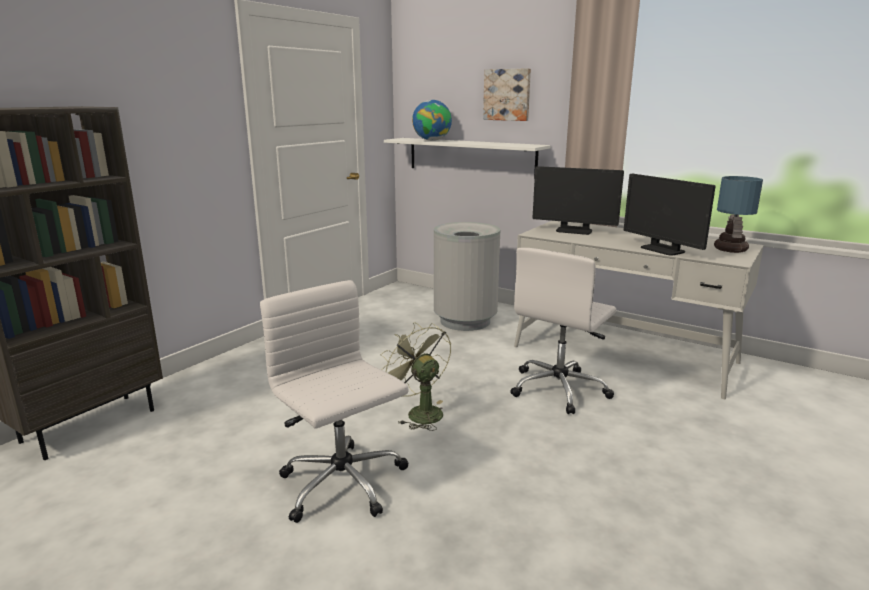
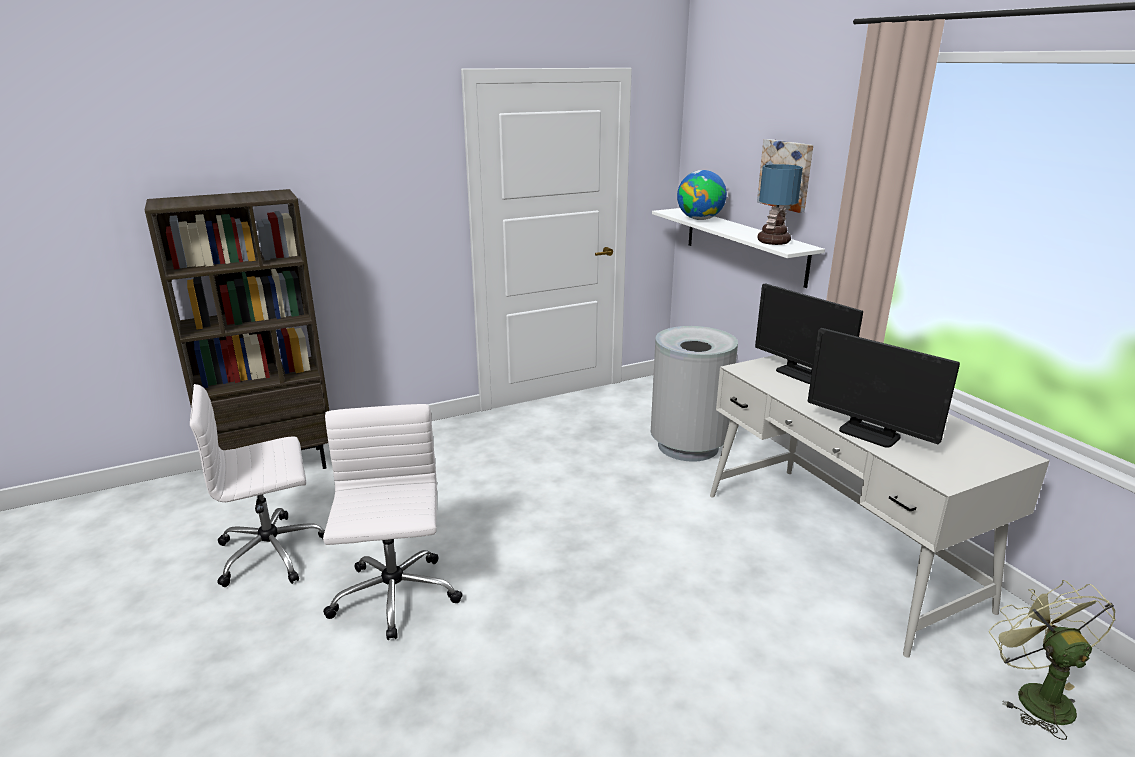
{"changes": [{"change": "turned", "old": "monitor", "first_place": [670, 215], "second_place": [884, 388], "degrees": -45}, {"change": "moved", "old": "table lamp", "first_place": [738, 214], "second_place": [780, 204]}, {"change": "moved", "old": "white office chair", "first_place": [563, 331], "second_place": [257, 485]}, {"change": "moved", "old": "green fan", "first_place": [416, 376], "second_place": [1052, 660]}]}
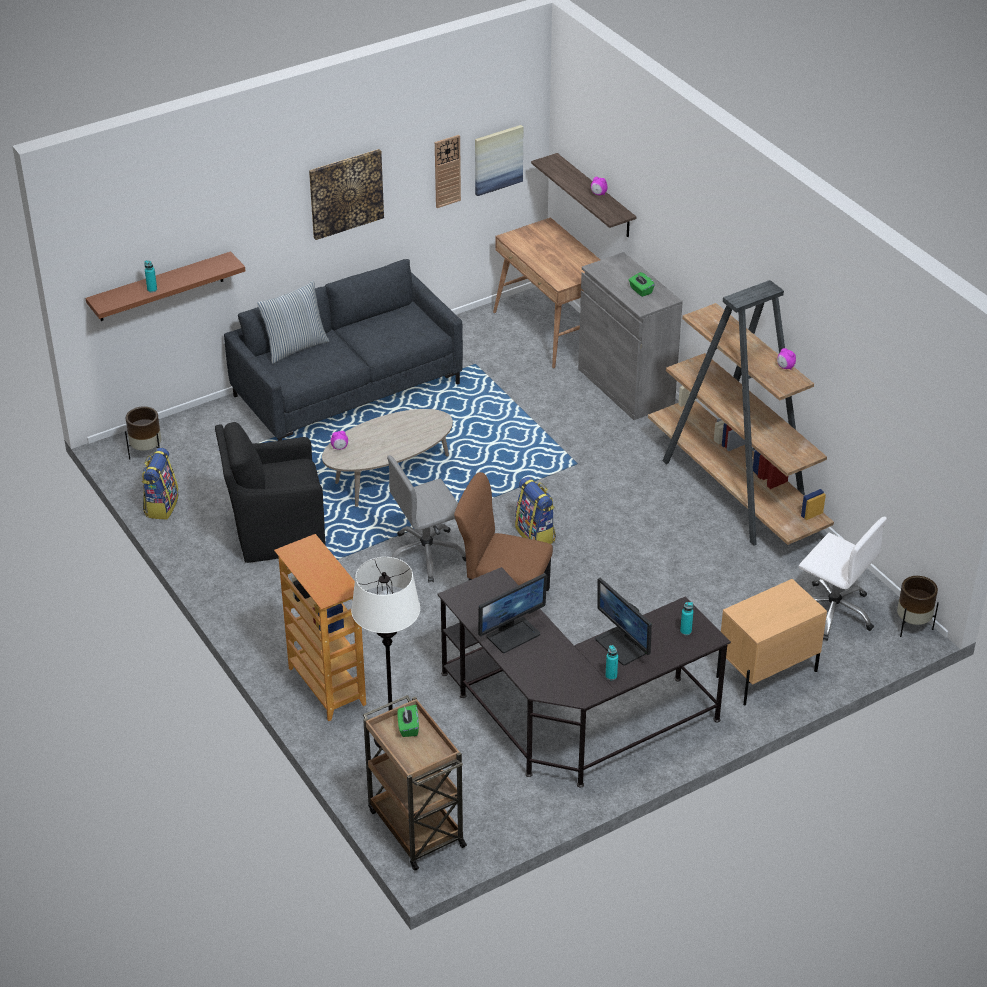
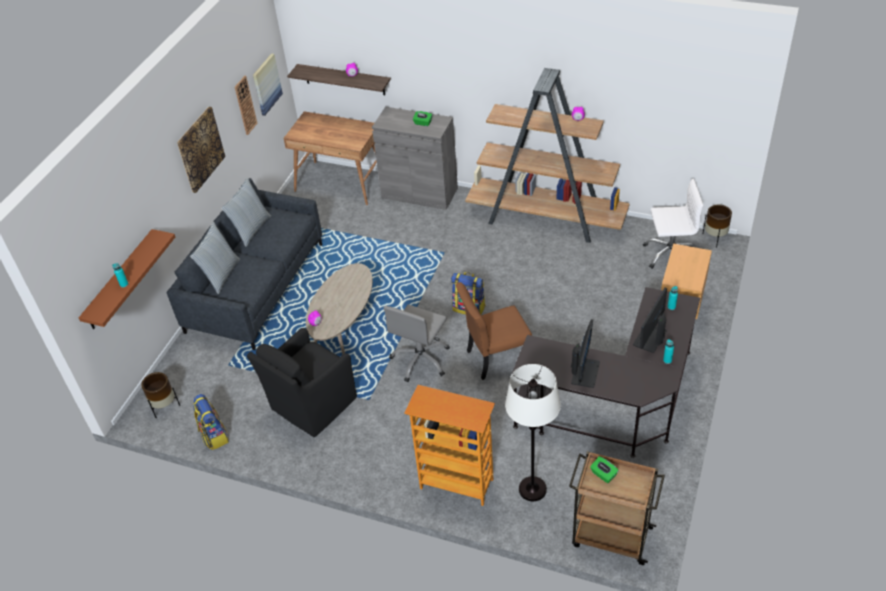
{"changes": [{"change": "turned", "old": "monitor", "first_place": [623, 622], "second_place": [650, 320], "degrees": 105}, {"change": "added", "new": "pillow", "second_place": [246, 212]}]}
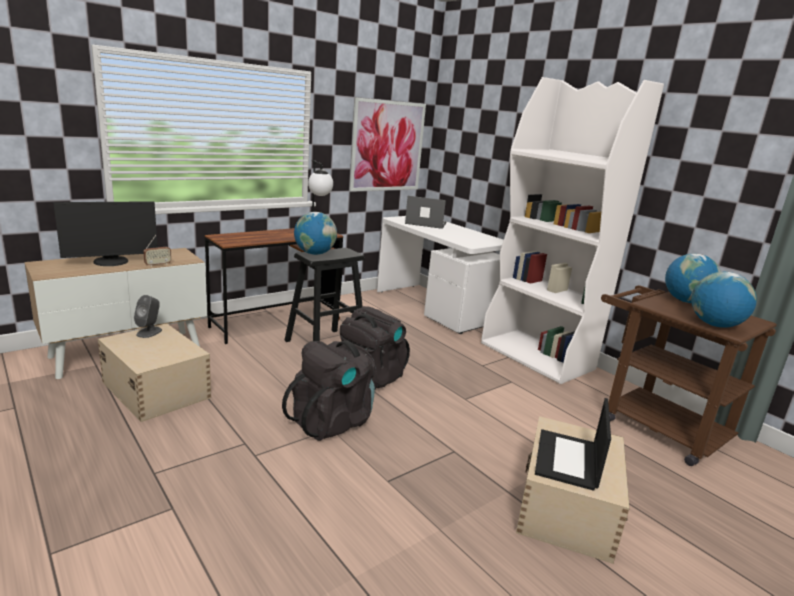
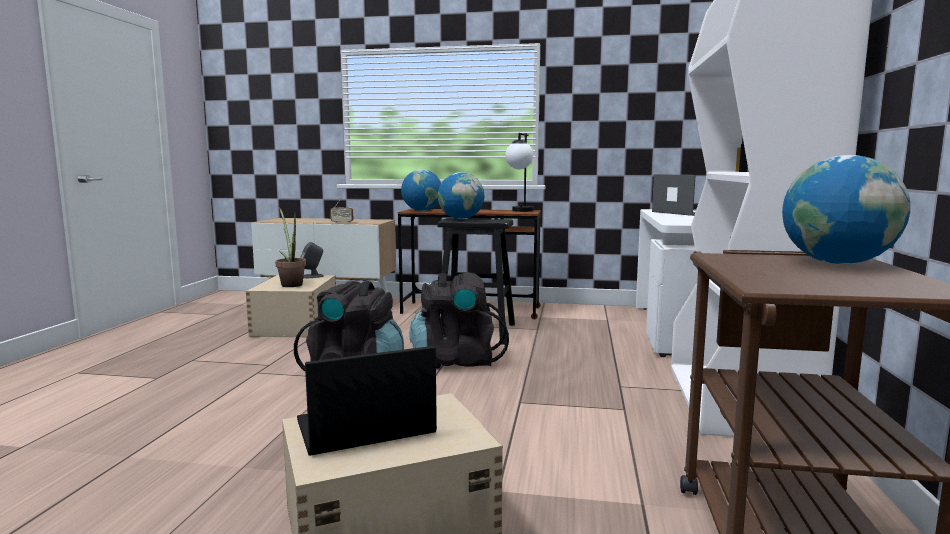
{"changes": [{"change": "removed", "old": "picture", "first_place": [387, 144]}, {"change": "removed", "old": "monitor", "first_place": [105, 233]}, {"change": "moved", "old": "globe", "first_place": [724, 300], "second_place": [421, 190]}, {"change": "added", "new": "potted plant", "second_place": [290, 247]}]}
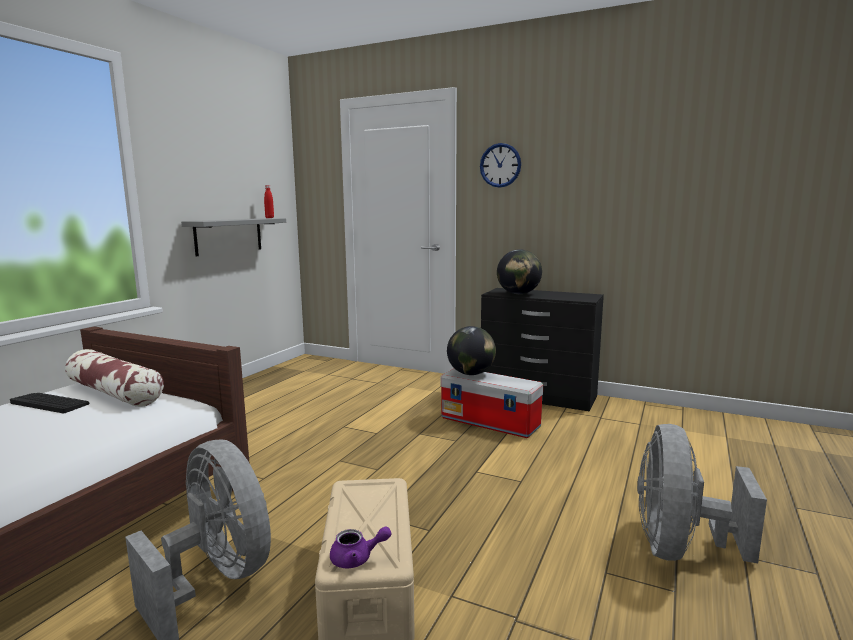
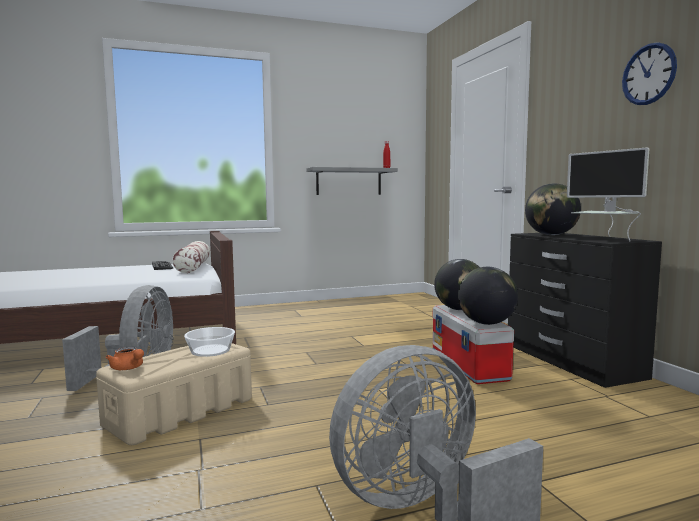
{"changes": [{"change": "moved", "old": "wall clock", "first_place": [500, 165], "second_place": [649, 73]}, {"change": "recoloured", "old": "purple teapot", "new": "orange teapot", "first_place": [360, 547], "second_place": [125, 358]}, {"change": "added", "new": "monitor", "second_place": [608, 194]}, {"change": "added", "new": "globe", "second_place": [488, 296]}, {"change": "added", "new": "bowl", "second_place": [209, 342]}]}
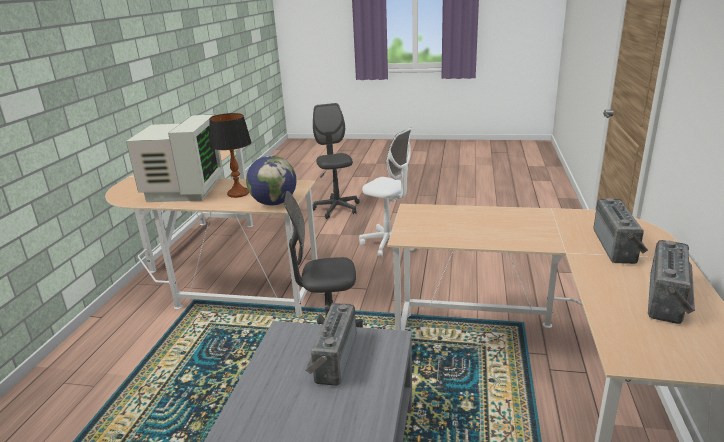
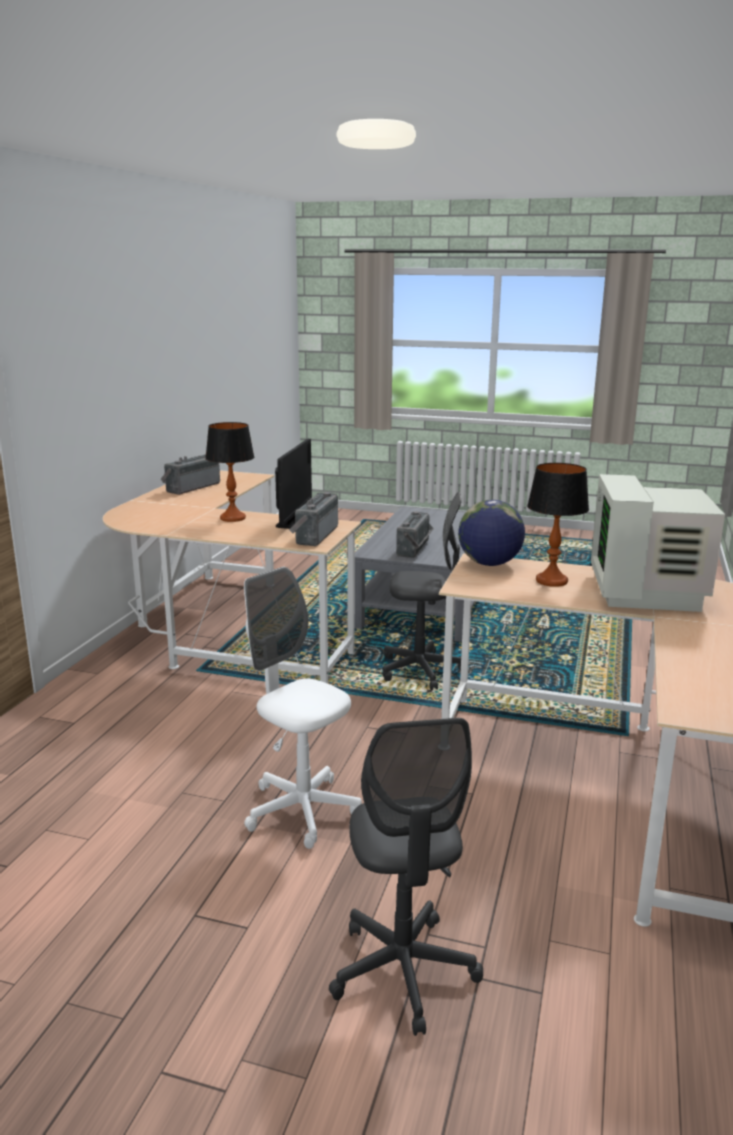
{"changes": [{"change": "moved", "old": "radio", "first_place": [620, 231], "second_place": [313, 519]}, {"change": "added", "new": "table lamp", "second_place": [229, 472]}, {"change": "added", "new": "monitor", "second_place": [293, 484]}]}
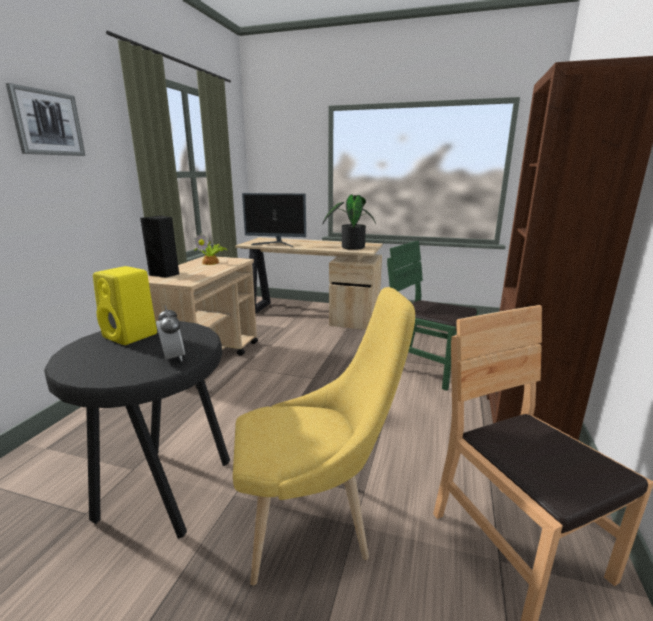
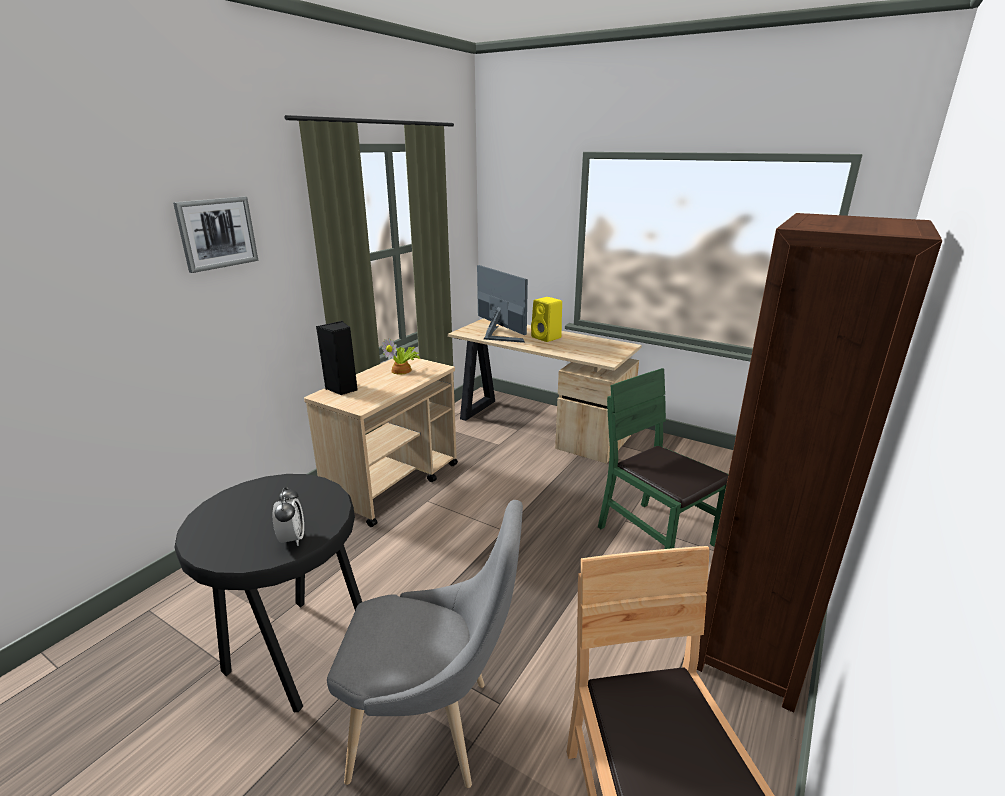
{"changes": [{"change": "turned", "old": "monitor", "first_place": [274, 220], "second_place": [502, 304], "degrees": -150}, {"change": "removed", "old": "potted plant", "first_place": [349, 222]}, {"change": "moved", "old": "yellow speaker", "first_place": [125, 305], "second_place": [546, 319]}, {"change": "recoloured", "old": "yellow chair", "new": "grey chair", "first_place": [324, 436], "second_place": [425, 644]}]}
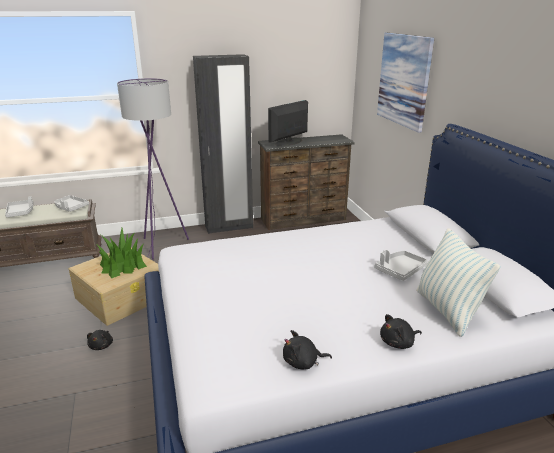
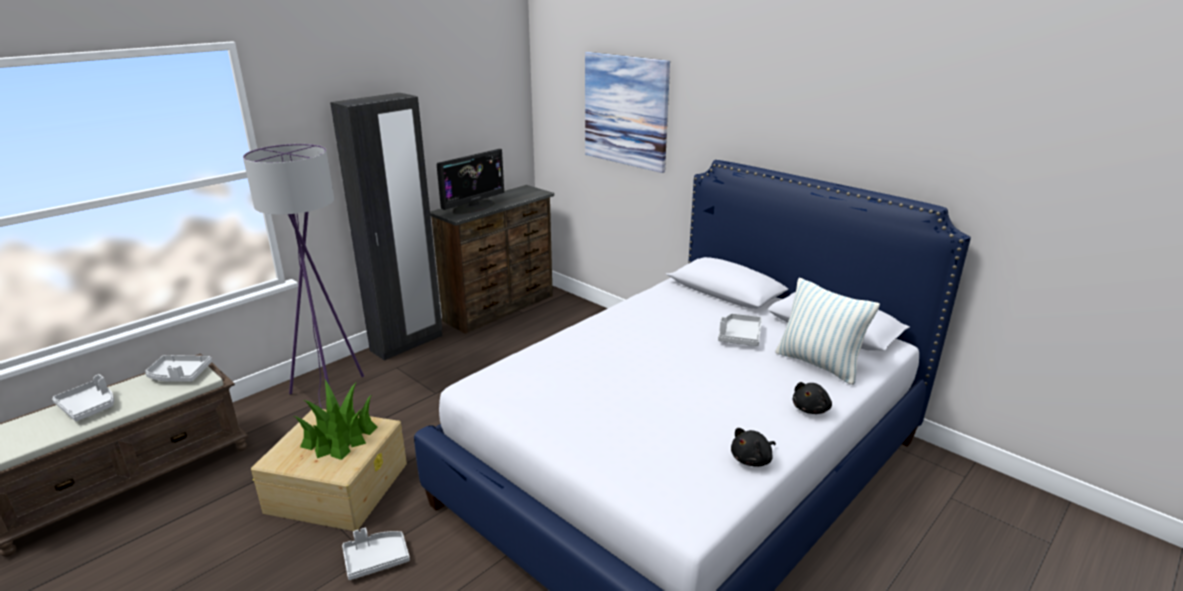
{"changes": [{"change": "turned", "old": "monitor", "first_place": [288, 123], "second_place": [470, 181], "degrees": -150}, {"change": "replaced", "old": "black plush toy", "new": "grey tray", "first_place": [100, 340], "second_place": [376, 554]}]}
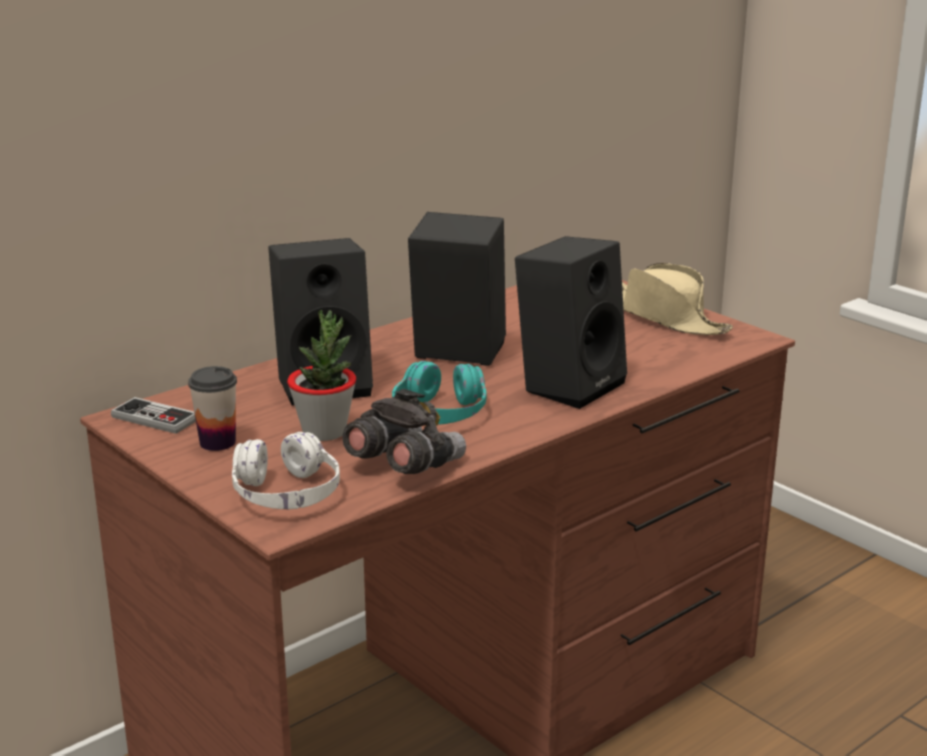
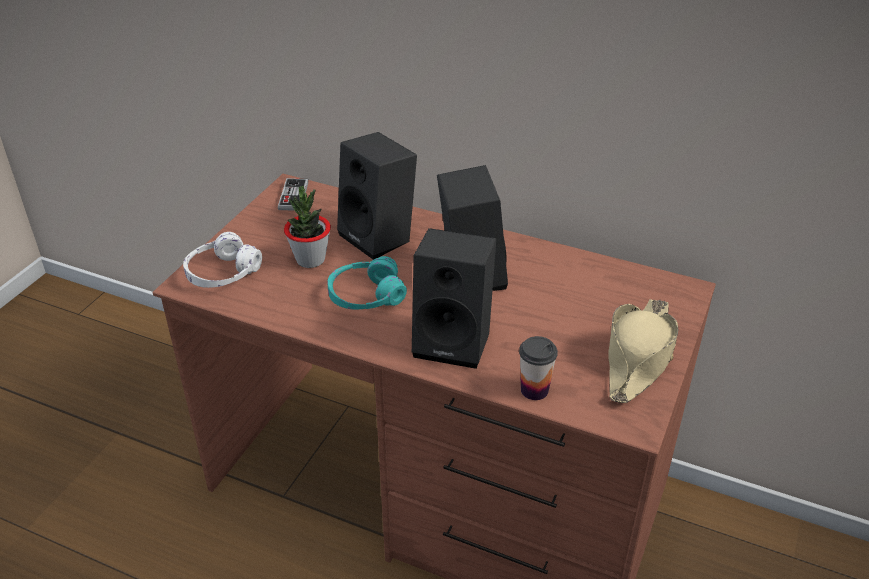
{"changes": [{"change": "moved", "old": "cup", "first_place": [212, 408], "second_place": [538, 368]}, {"change": "removed", "old": "grey binoculars", "first_place": [404, 431]}]}
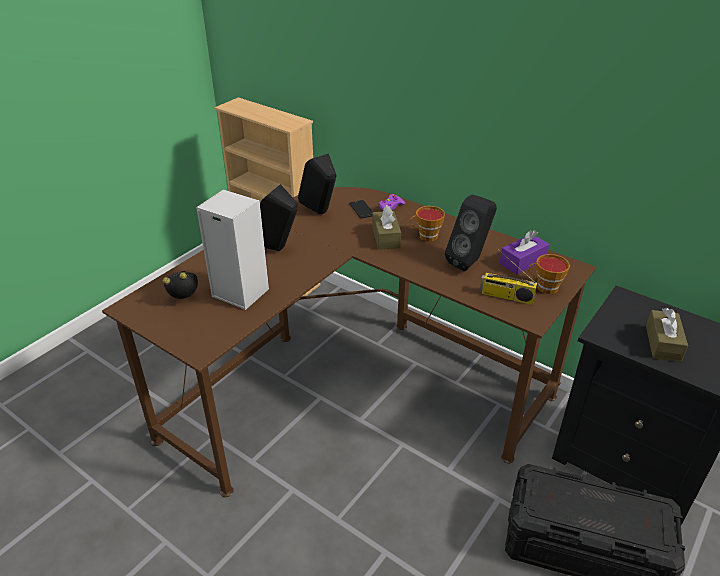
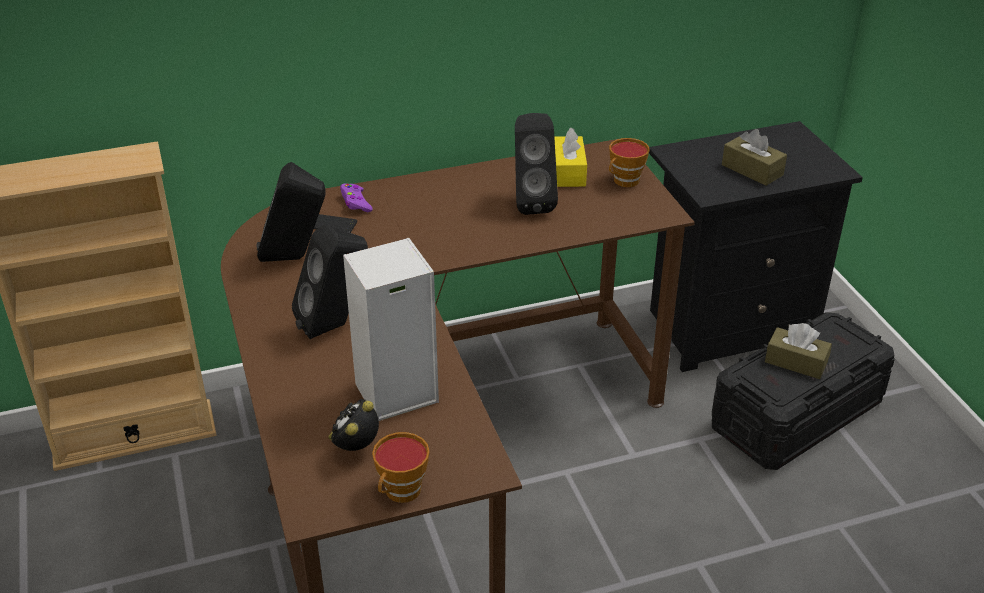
{"changes": [{"change": "moved", "old": "brown tissue box", "first_place": [386, 227], "second_place": [798, 351]}, {"change": "moved", "old": "cup", "first_place": [427, 224], "second_place": [401, 467]}, {"change": "recoloured", "old": "purple tissue box", "new": "yellow tissue box", "first_place": [524, 252], "second_place": [570, 157]}, {"change": "removed", "old": "radio", "first_place": [508, 277]}]}
